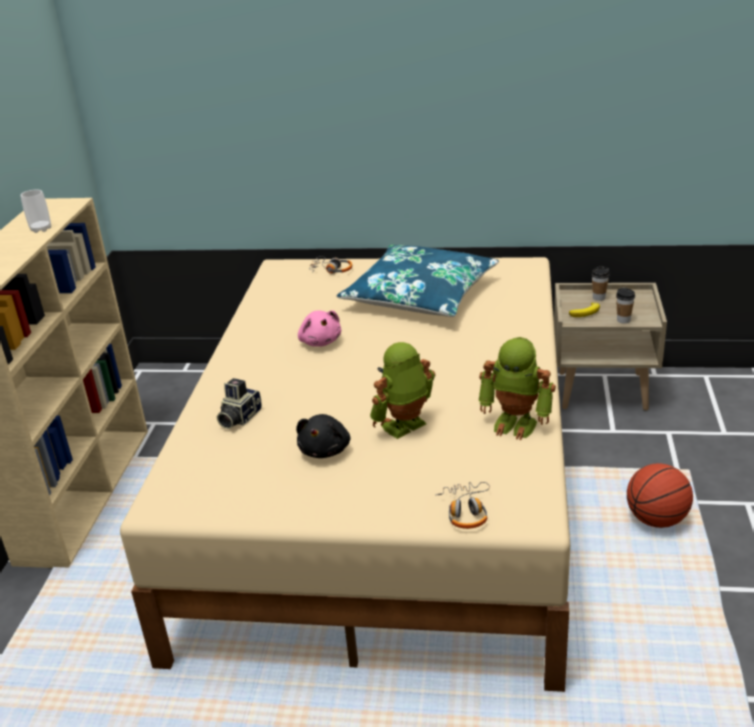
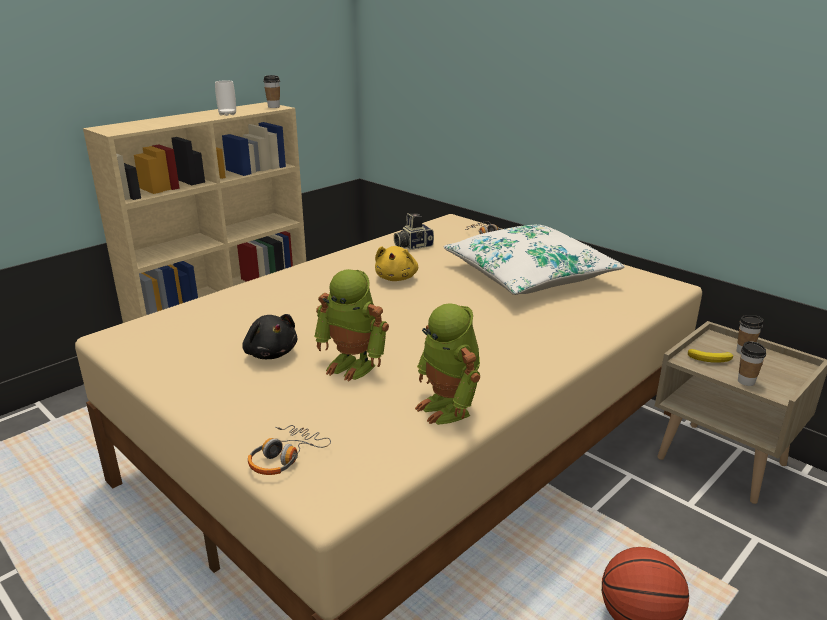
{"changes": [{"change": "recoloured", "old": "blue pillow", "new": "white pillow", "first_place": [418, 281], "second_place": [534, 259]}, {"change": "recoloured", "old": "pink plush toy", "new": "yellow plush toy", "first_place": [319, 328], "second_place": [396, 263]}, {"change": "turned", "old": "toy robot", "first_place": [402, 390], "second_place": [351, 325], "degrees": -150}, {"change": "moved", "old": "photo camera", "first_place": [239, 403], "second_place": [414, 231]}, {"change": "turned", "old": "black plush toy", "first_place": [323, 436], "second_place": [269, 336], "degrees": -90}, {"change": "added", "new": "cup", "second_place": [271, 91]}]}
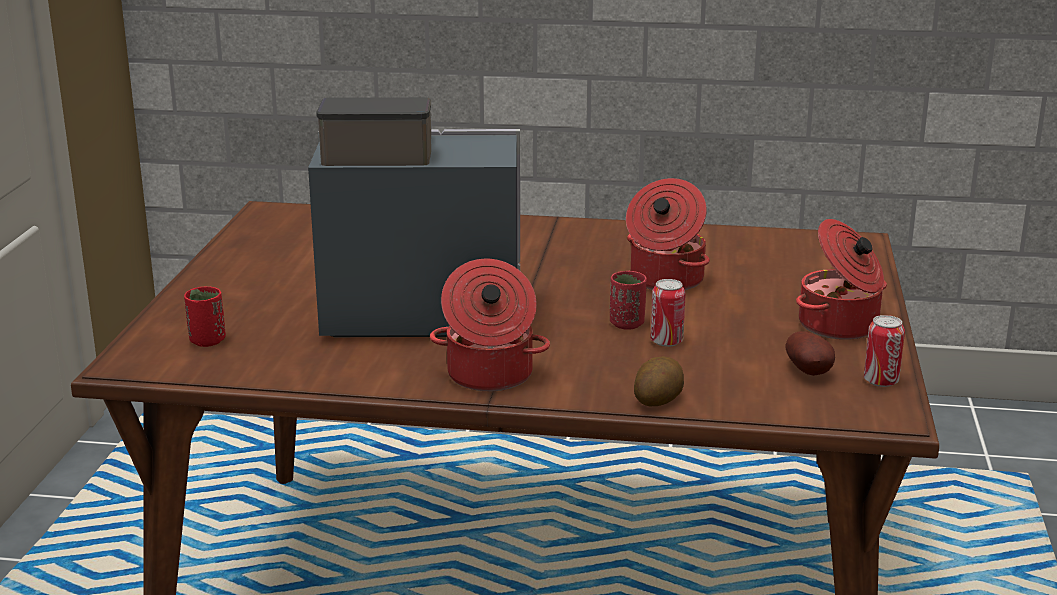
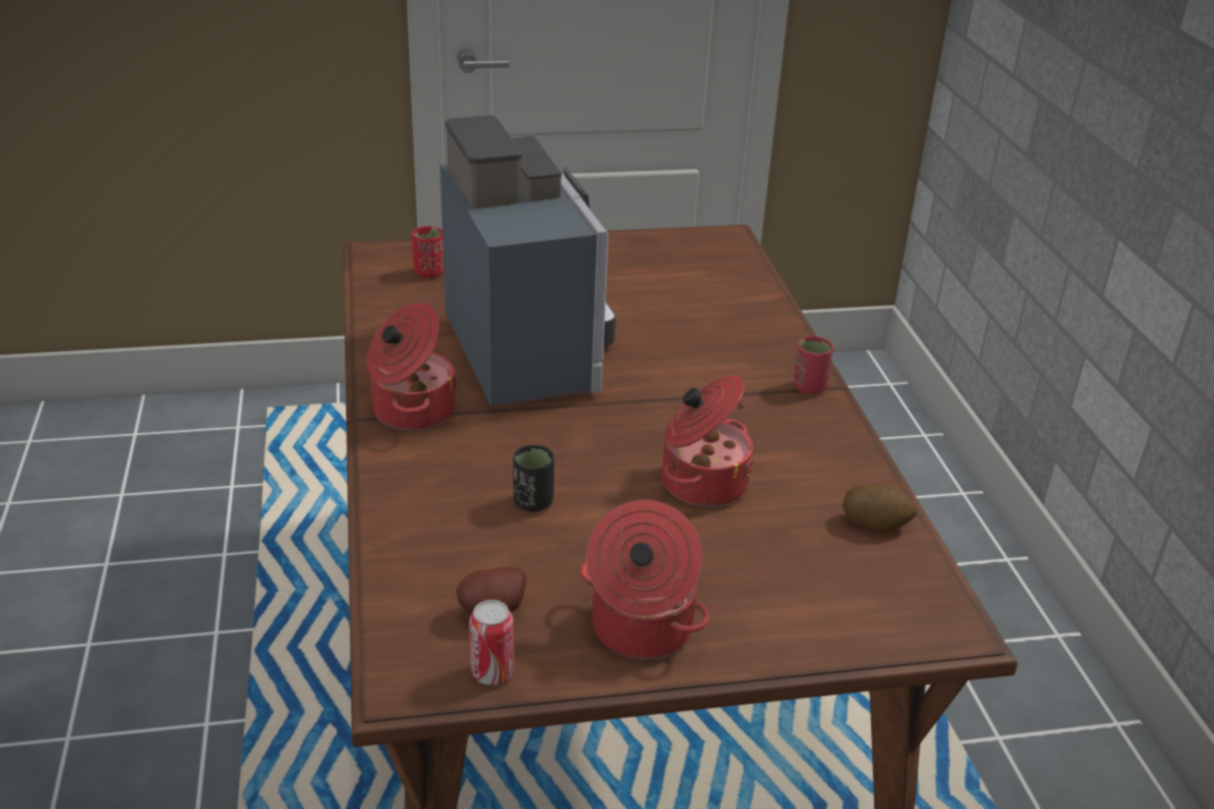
{"changes": [{"change": "moved", "old": "red cup", "first_place": [628, 300], "second_place": [813, 365]}, {"change": "replaced", "old": "can", "new": "black cup", "first_place": [668, 313], "second_place": [533, 478]}, {"change": "moved", "old": "potato", "first_place": [659, 381], "second_place": [879, 507]}]}
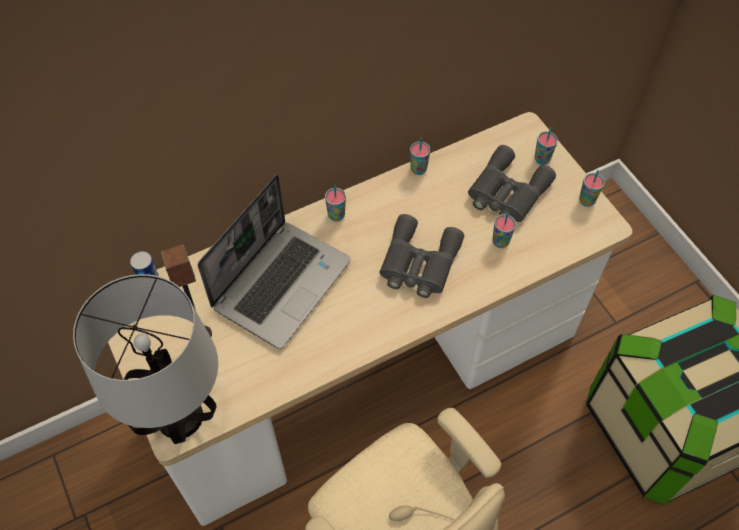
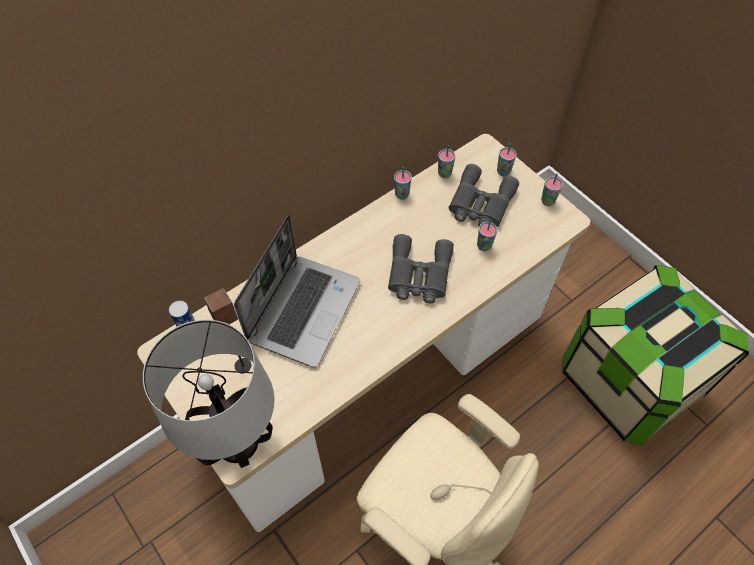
{"changes": [{"change": "moved", "old": "cup", "first_place": [335, 203], "second_place": [447, 161]}]}
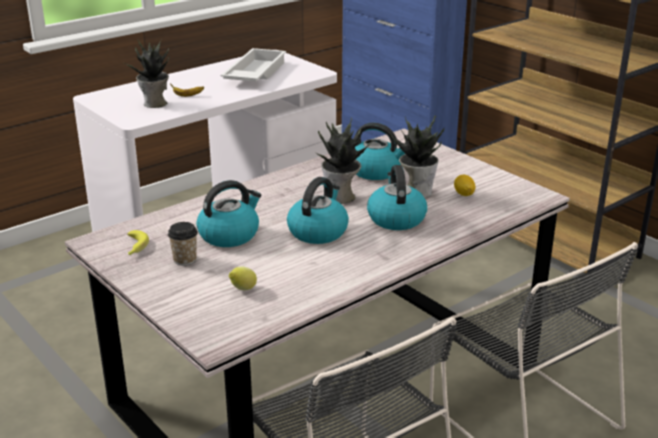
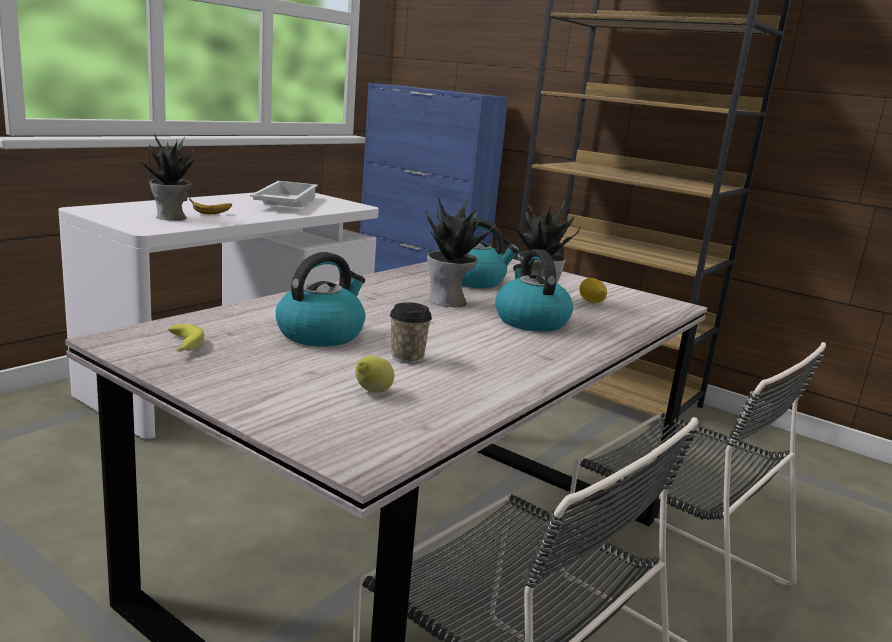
{"changes": [{"change": "removed", "old": "kettle", "first_place": [318, 210]}, {"change": "moved", "old": "cup", "first_place": [183, 244], "second_place": [411, 333]}]}
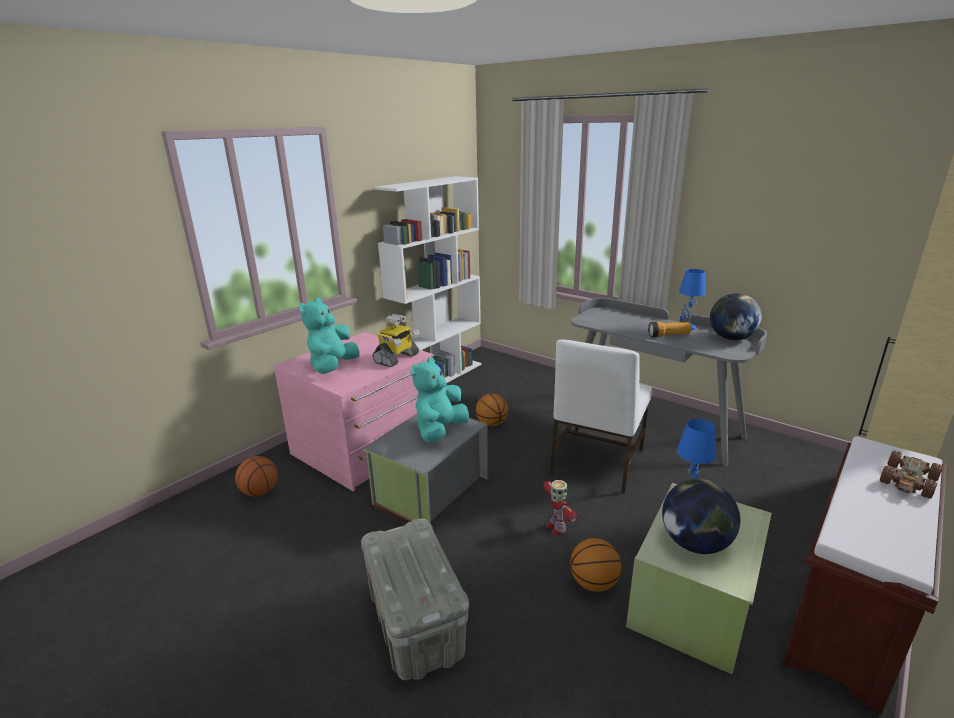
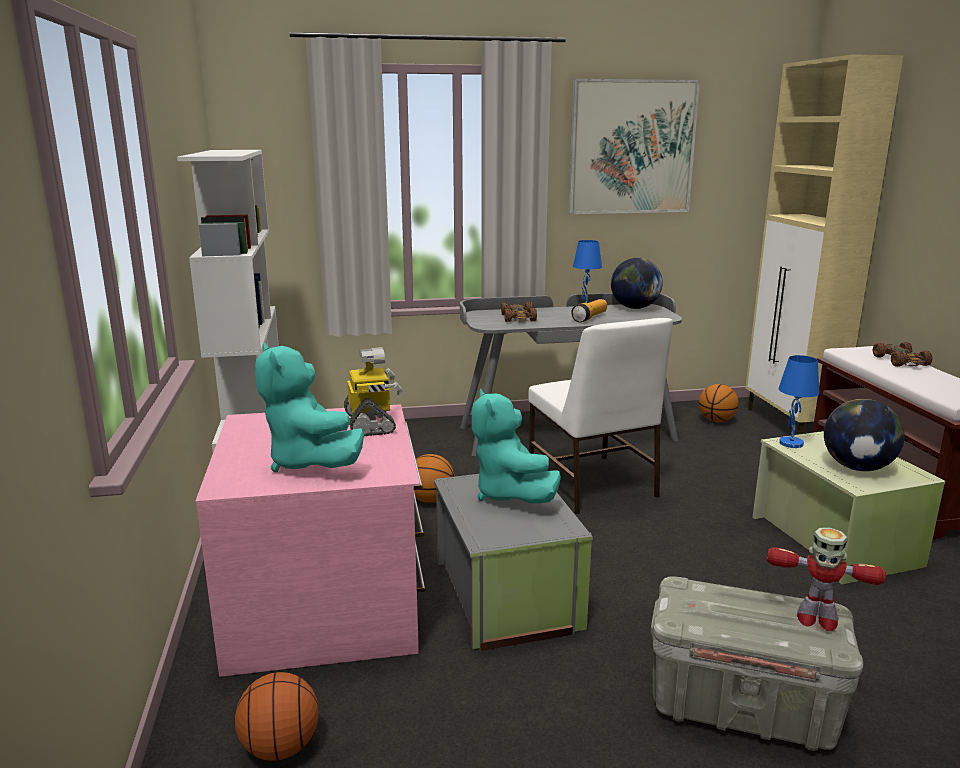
{"changes": [{"change": "moved", "old": "toy robot", "first_place": [560, 507], "second_place": [826, 579]}, {"change": "moved", "old": "basketball", "first_place": [596, 565], "second_place": [719, 403]}, {"change": "added", "new": "picture", "second_place": [634, 146]}, {"change": "added", "new": "brown toy car", "second_place": [519, 312]}]}
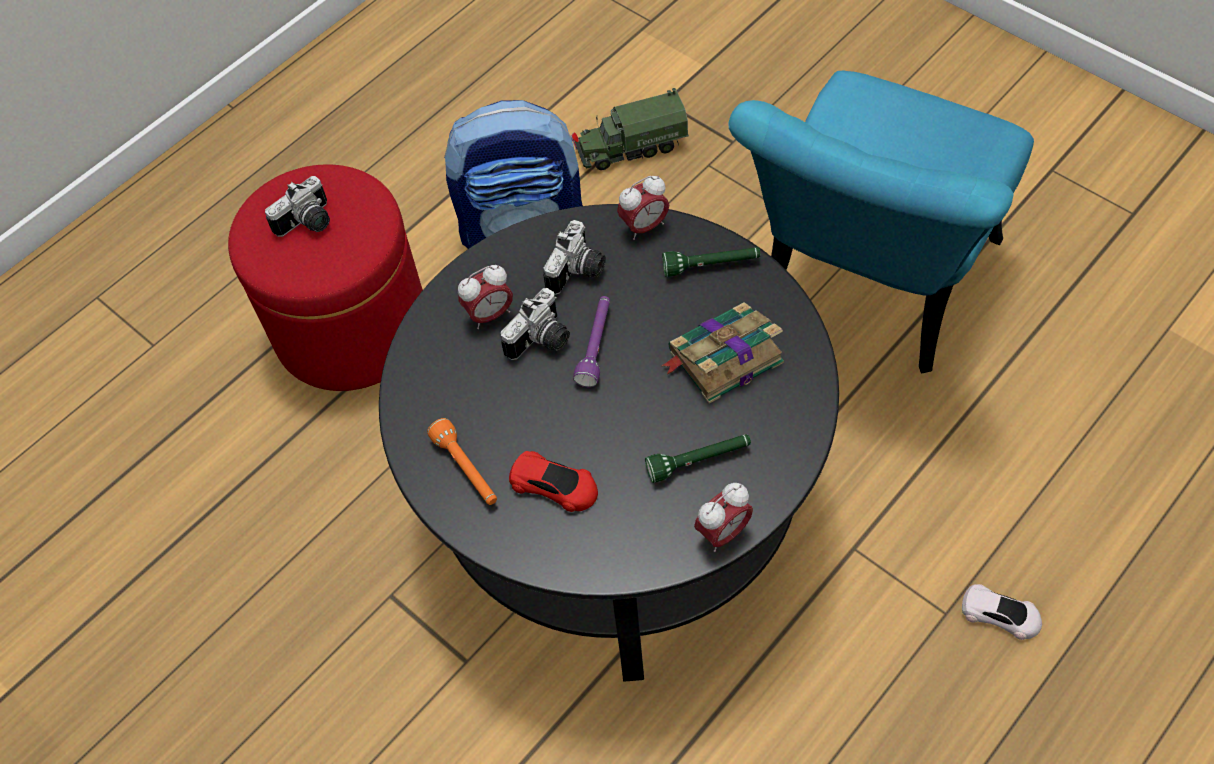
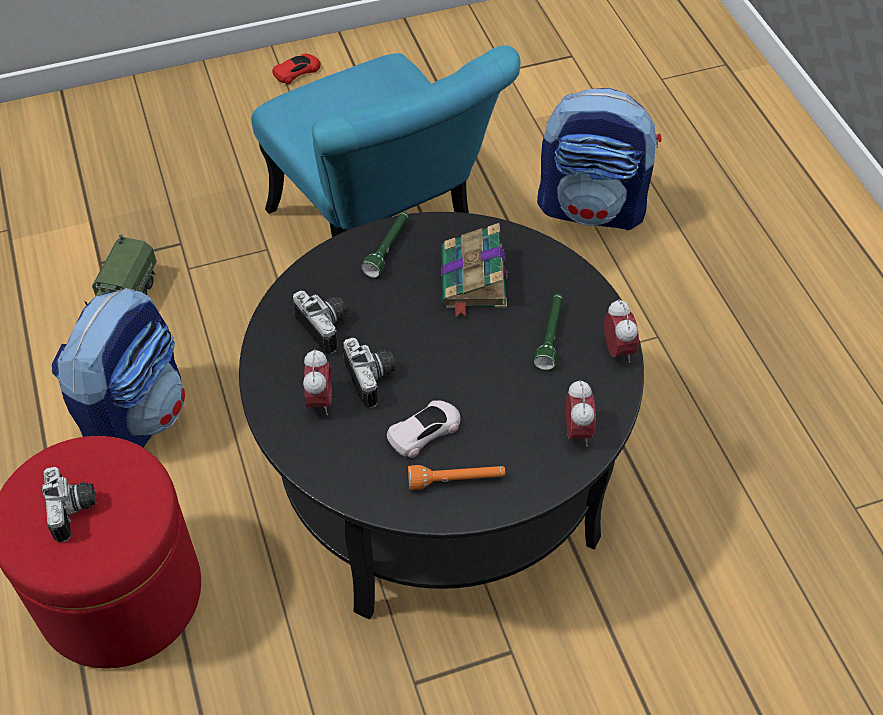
{"changes": [{"change": "moved", "old": "alarm clock", "first_place": [643, 208], "second_place": [581, 413]}, {"change": "removed", "old": "purple flashlight", "first_place": [591, 341]}, {"change": "moved", "old": "red toy car", "first_place": [553, 481], "second_place": [296, 69]}, {"change": "moved", "old": "white toy car", "first_place": [1002, 612], "second_place": [424, 429]}, {"change": "added", "new": "backpack", "second_place": [599, 159]}]}
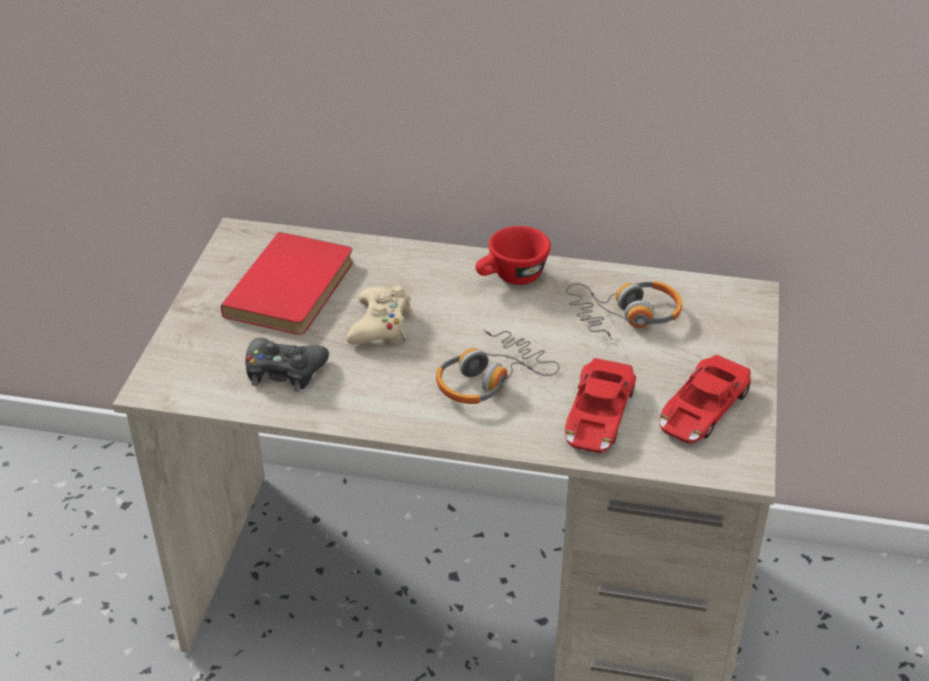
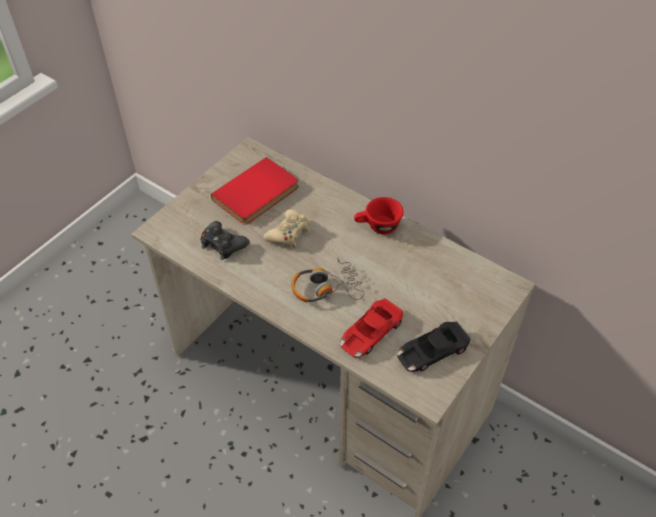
{"changes": [{"change": "removed", "old": "headphones", "first_place": [624, 310]}, {"change": "recoloured", "old": "red toy car", "new": "black toy car", "first_place": [705, 399], "second_place": [433, 346]}]}
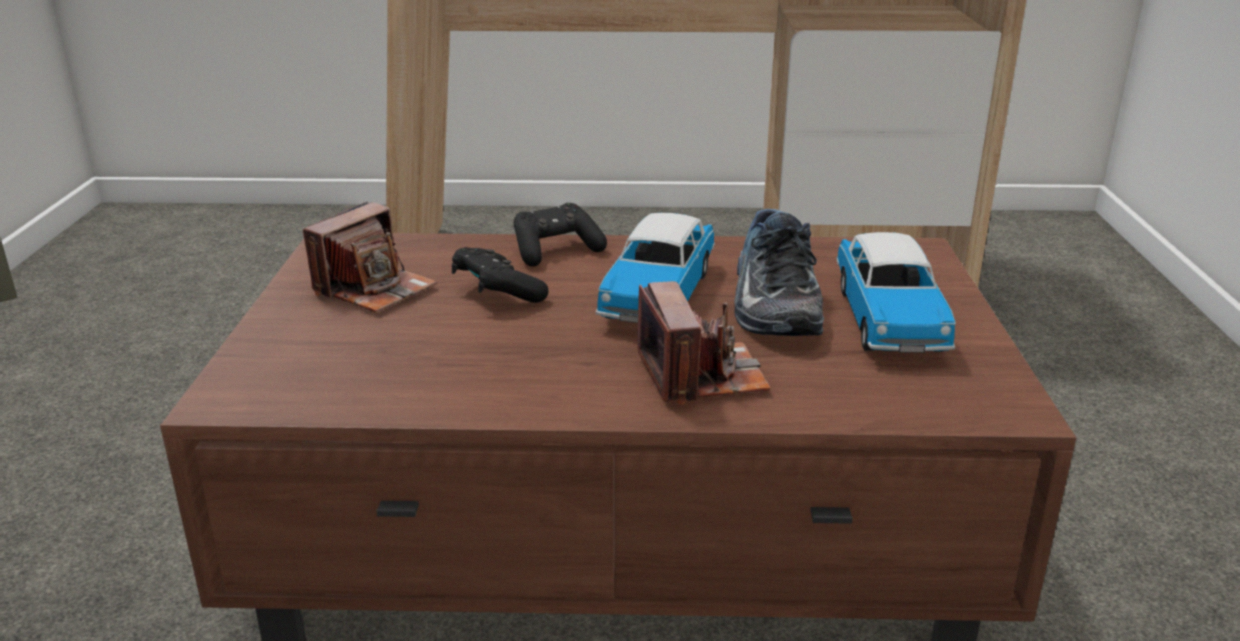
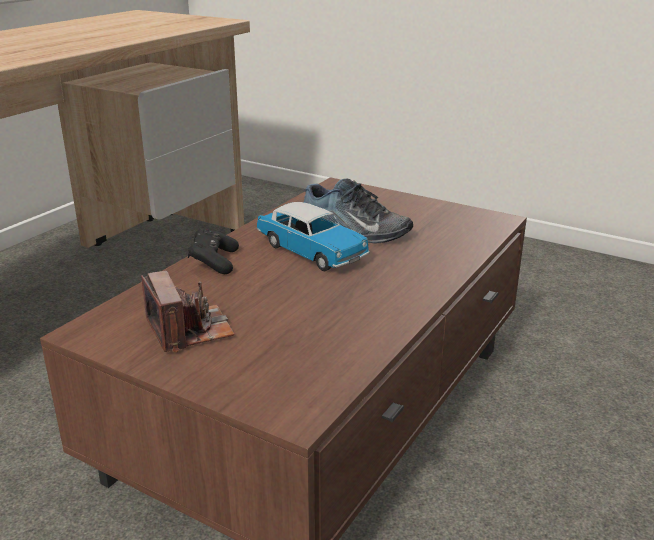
{"changes": [{"change": "removed", "old": "toy car", "first_place": [896, 292]}, {"change": "removed", "old": "black game controller", "first_place": [500, 275]}, {"change": "removed", "old": "photo camera", "first_place": [704, 343]}]}
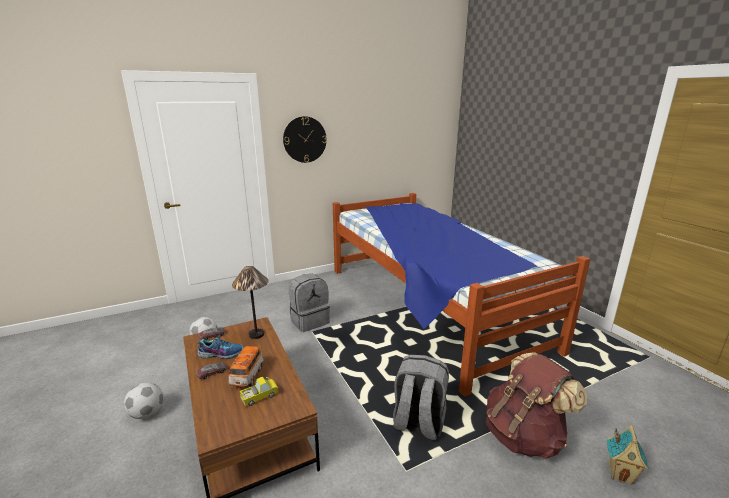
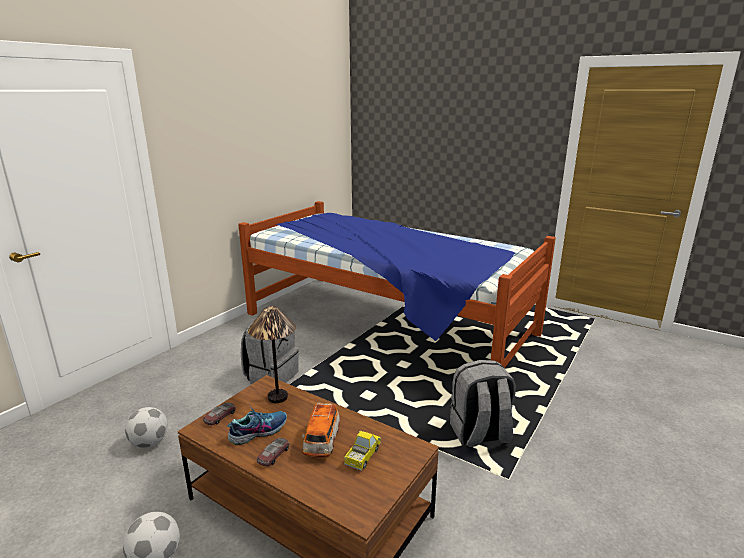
{"changes": [{"change": "removed", "old": "wall clock", "first_place": [305, 139]}, {"change": "turned", "old": "toy car", "first_place": [246, 366], "second_place": [321, 430], "degrees": -150}, {"change": "removed", "old": "brown backpack", "first_place": [536, 405]}, {"change": "removed", "old": "toy house", "first_place": [628, 455]}]}
